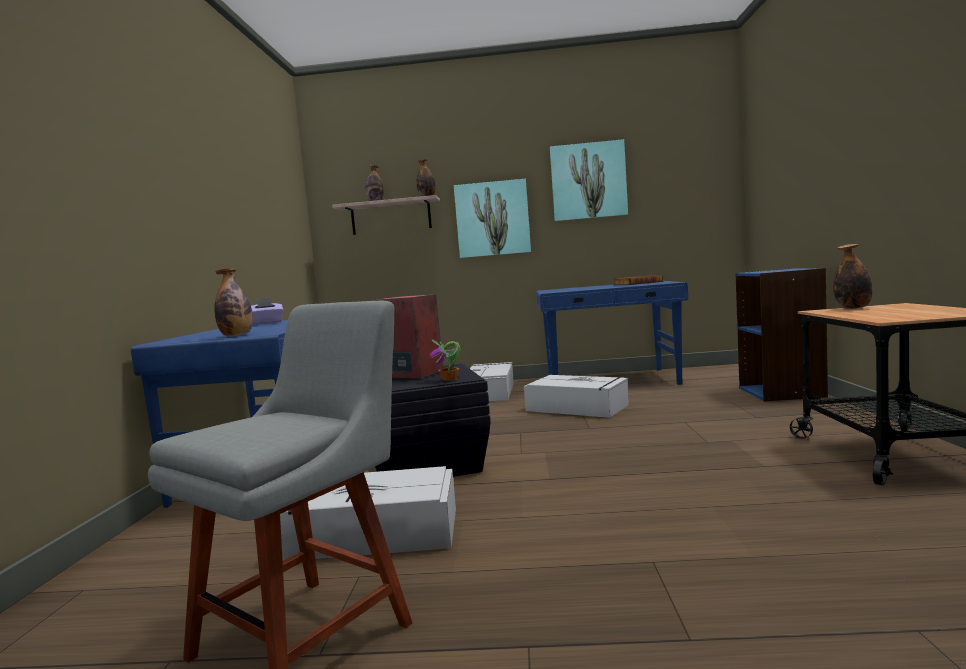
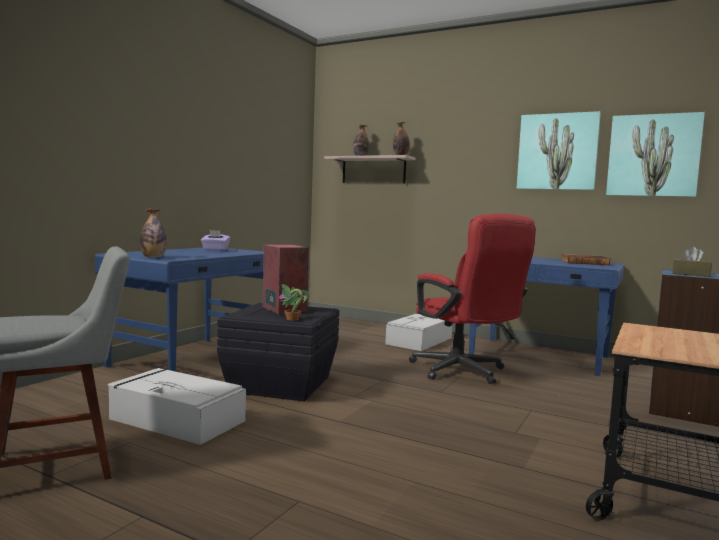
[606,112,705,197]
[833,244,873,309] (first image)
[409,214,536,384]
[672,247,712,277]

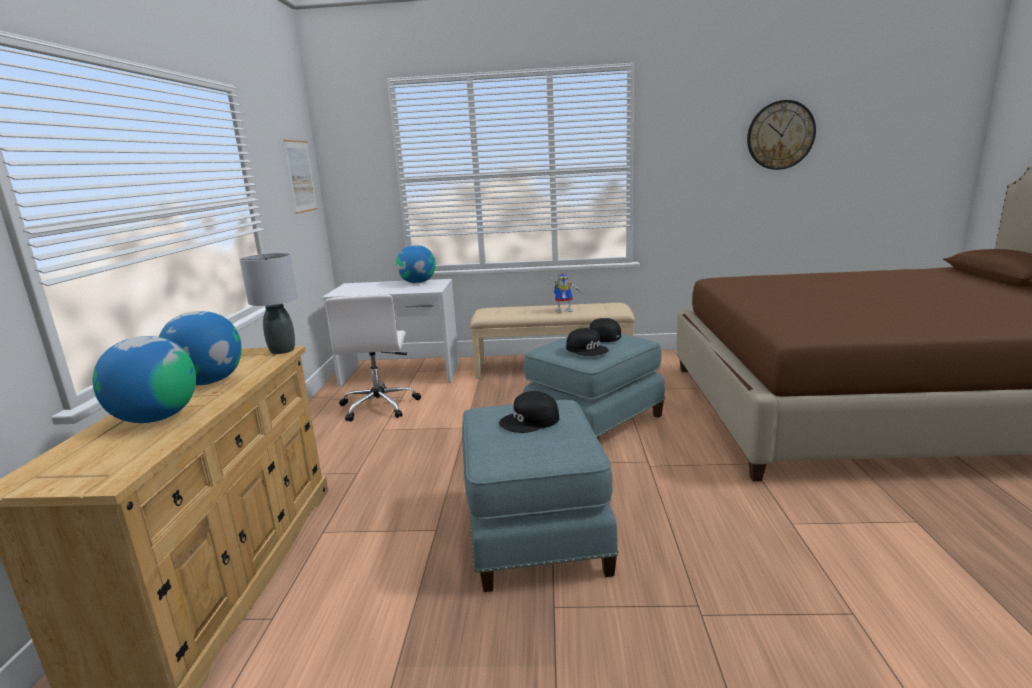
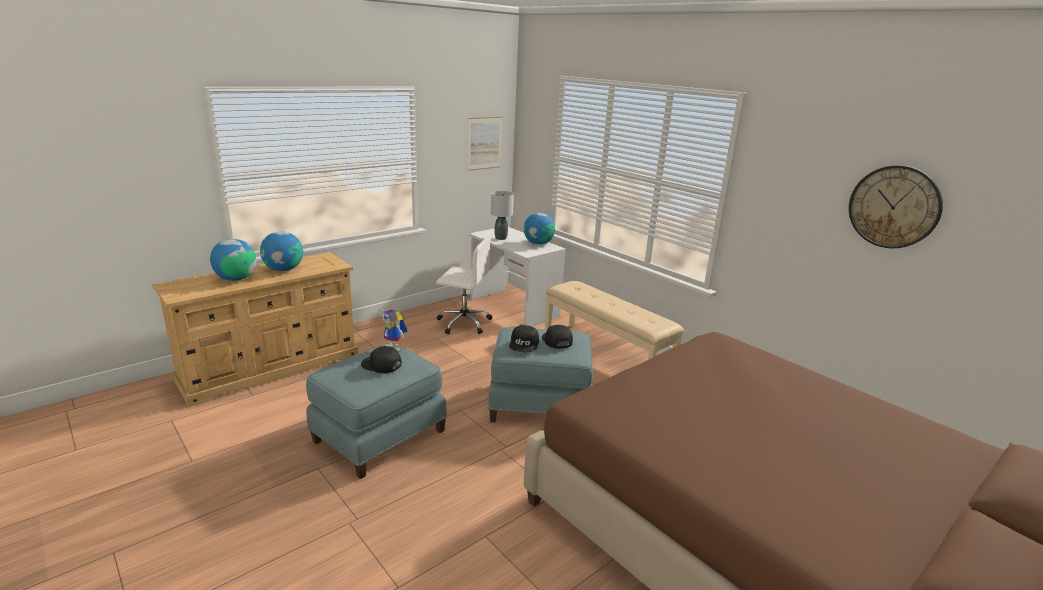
[491,191,514,240]
[379,309,407,352]
[436,236,492,334]

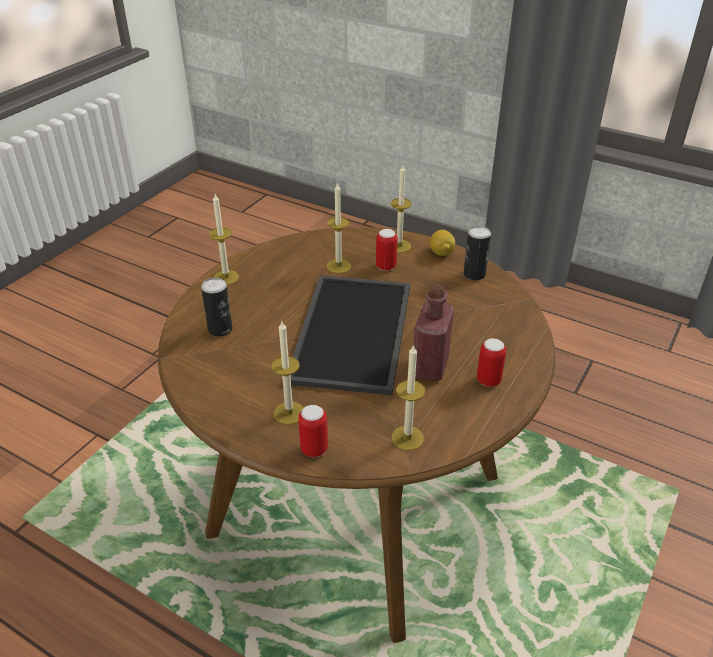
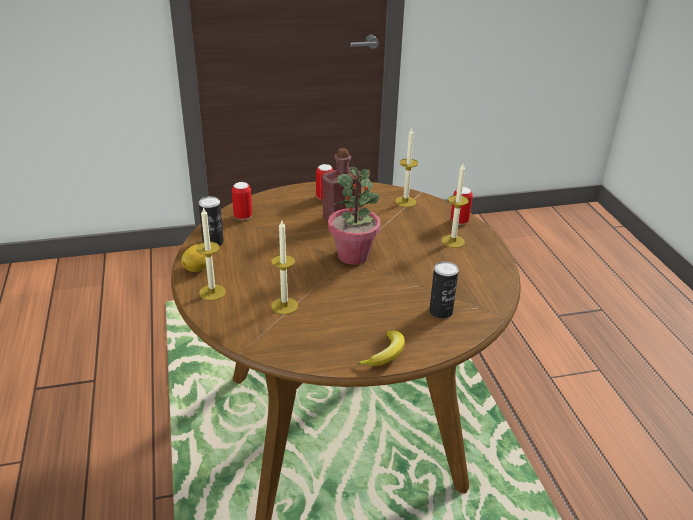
[356,331,405,366]
[232,182,252,220]
[328,166,381,265]

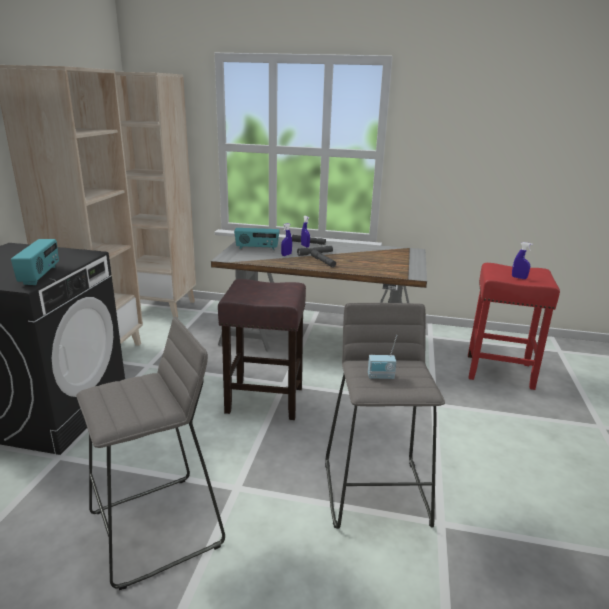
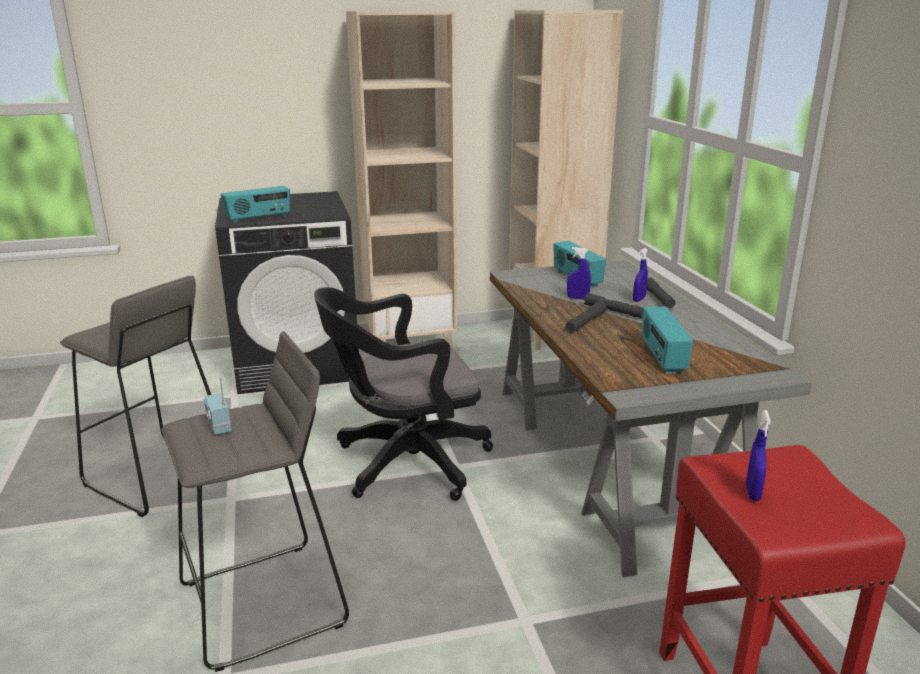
[314,287,493,501]
[642,307,693,374]

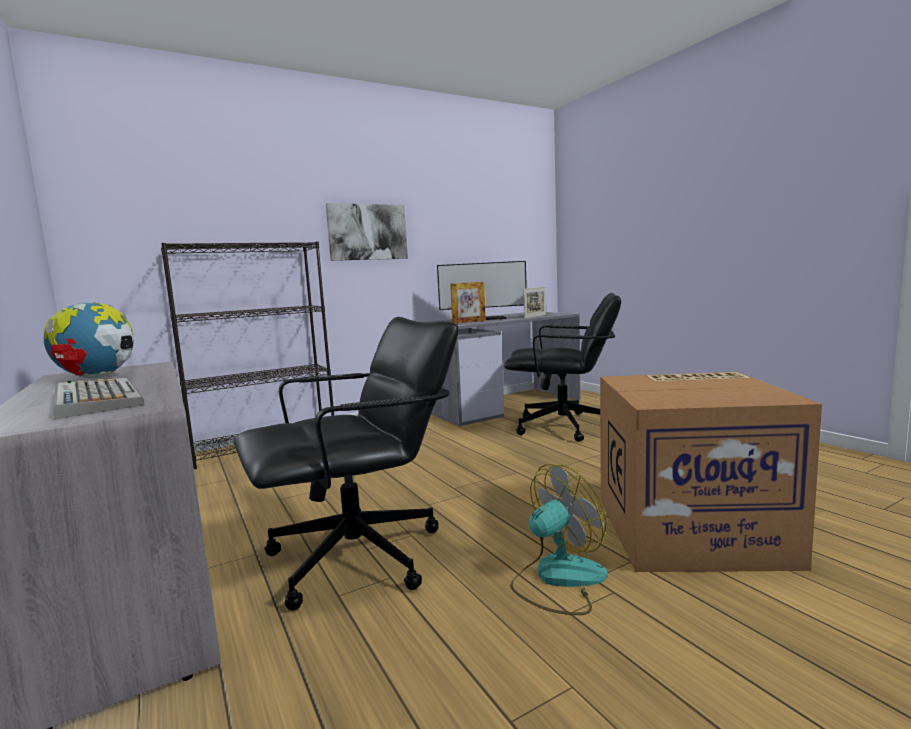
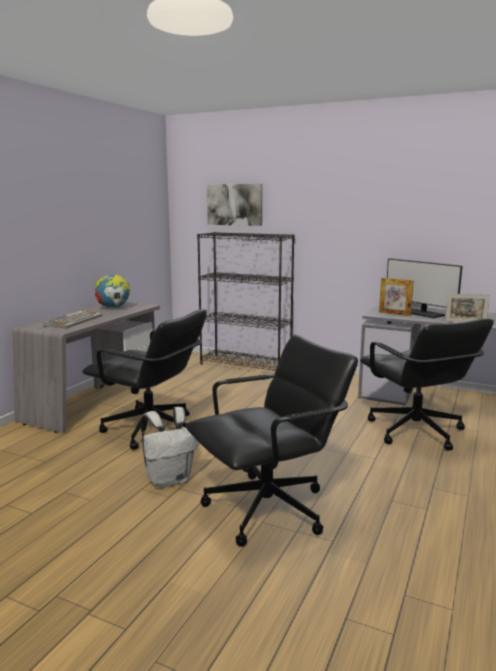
[207,184,262,226]
[186,335,358,547]
[140,407,199,488]

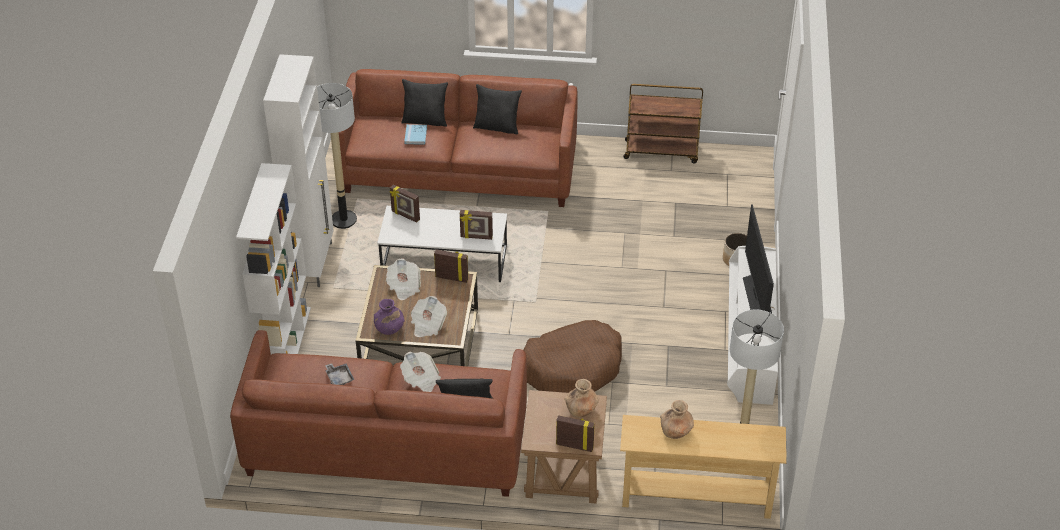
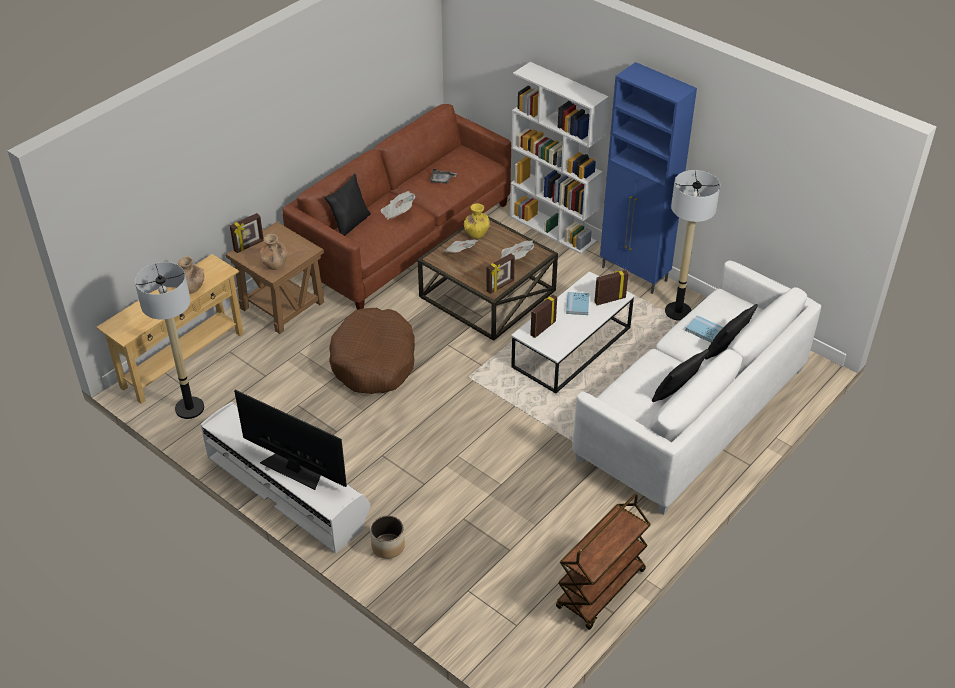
[600,62,697,294]
[572,260,821,515]
[464,203,490,239]
[566,292,589,315]

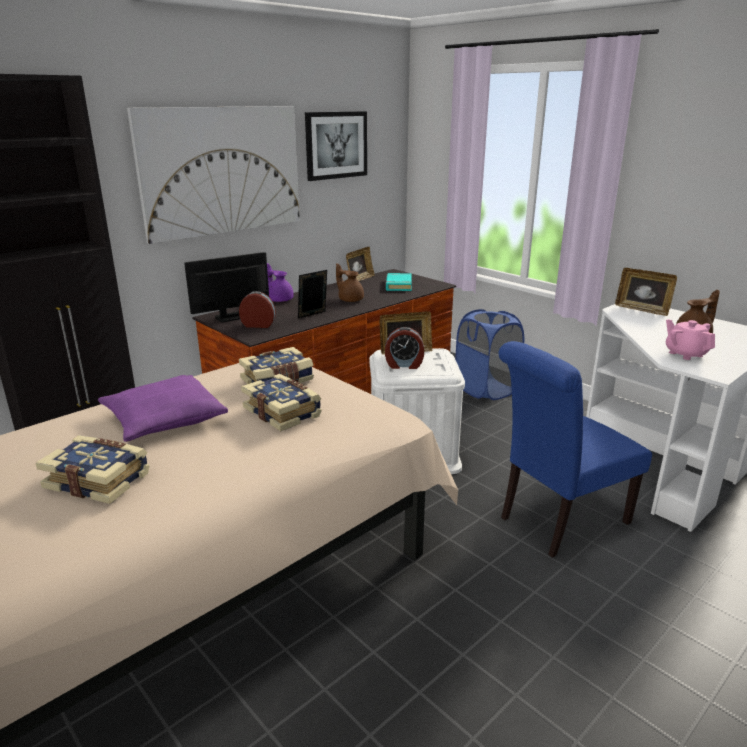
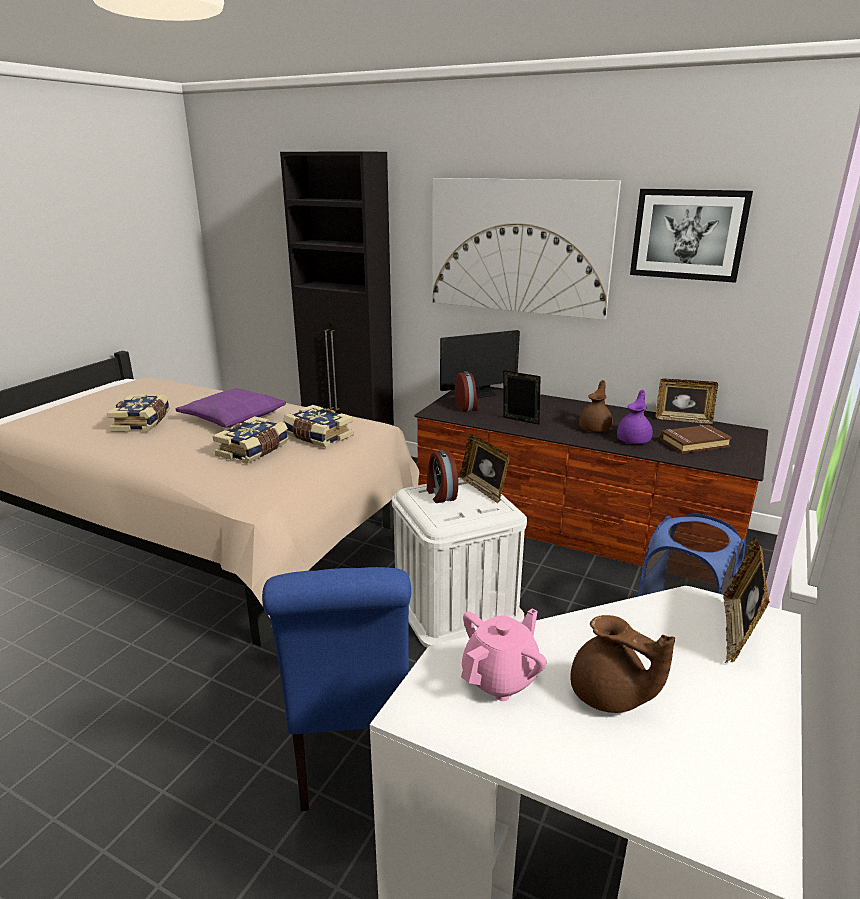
[440,330,520,398]
[617,389,653,444]
[660,425,732,454]
[262,567,411,811]

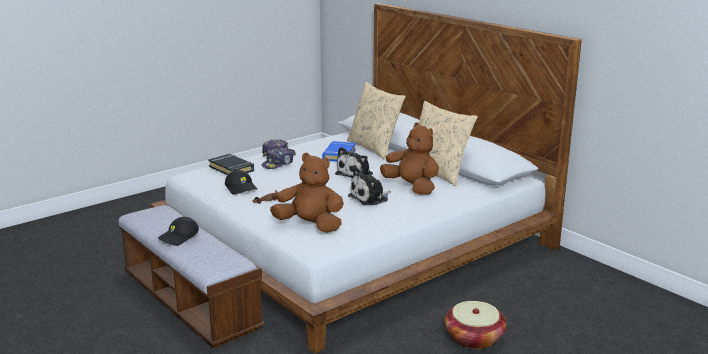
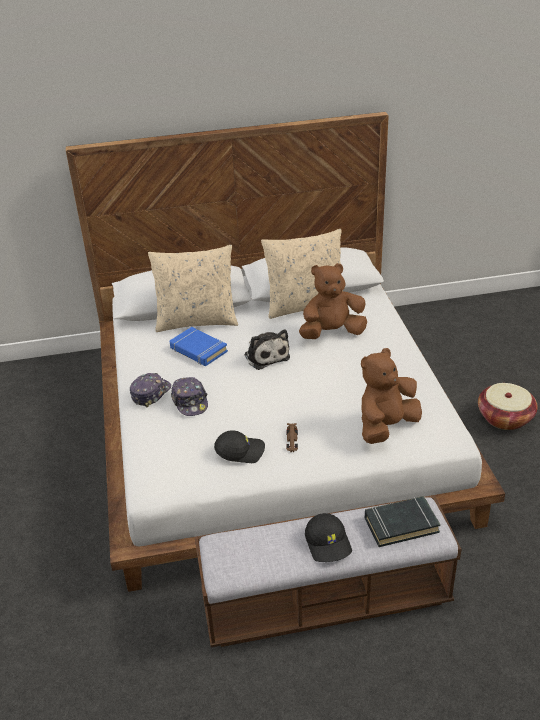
[365,496,441,547]
[348,168,391,206] (first image)

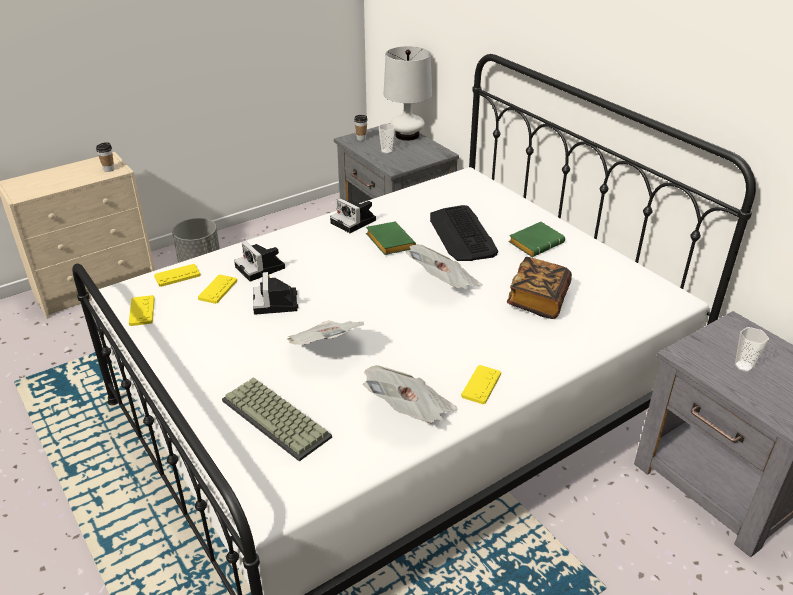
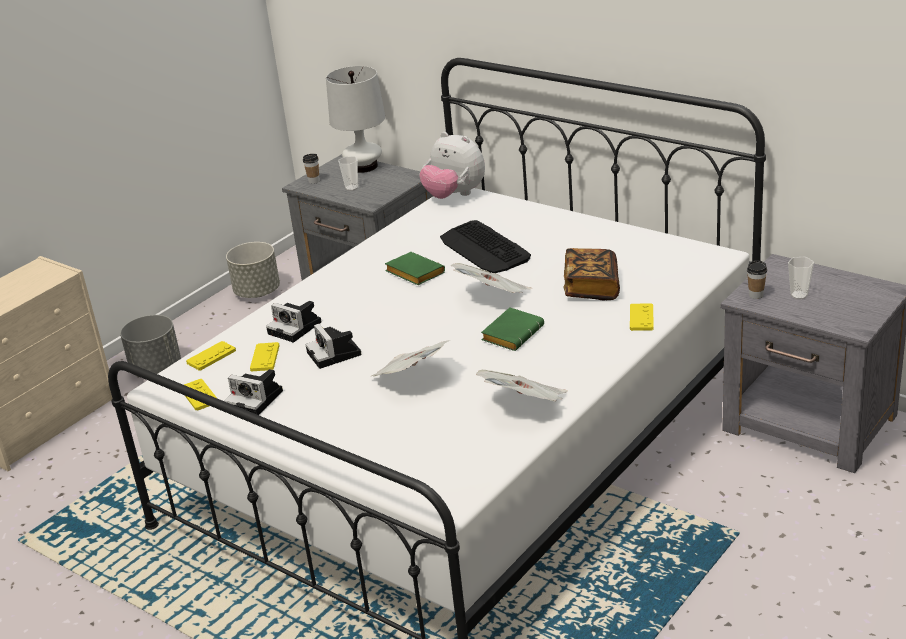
[747,260,767,299]
[224,369,283,415]
[481,307,544,351]
[630,303,654,331]
[222,377,332,461] (first image)
[420,132,485,199]
[226,242,280,298]

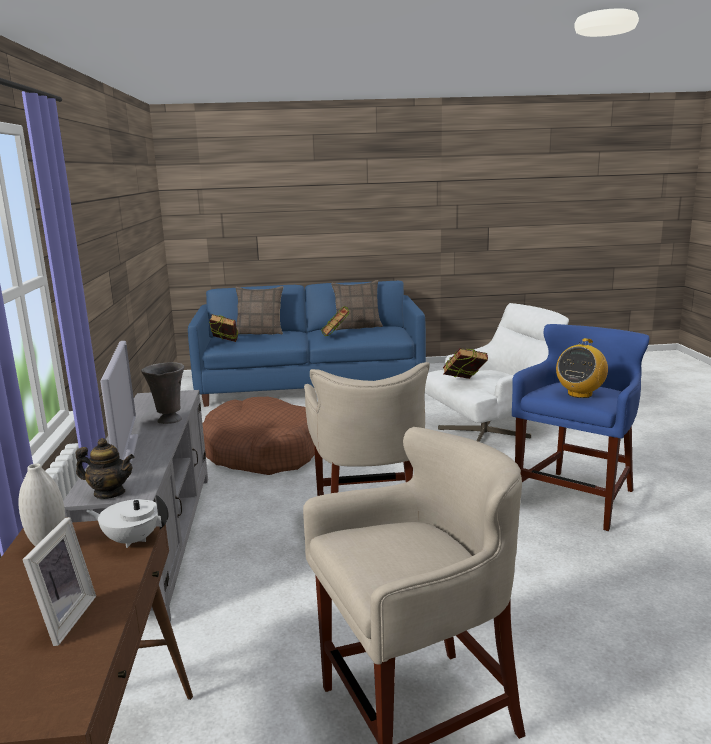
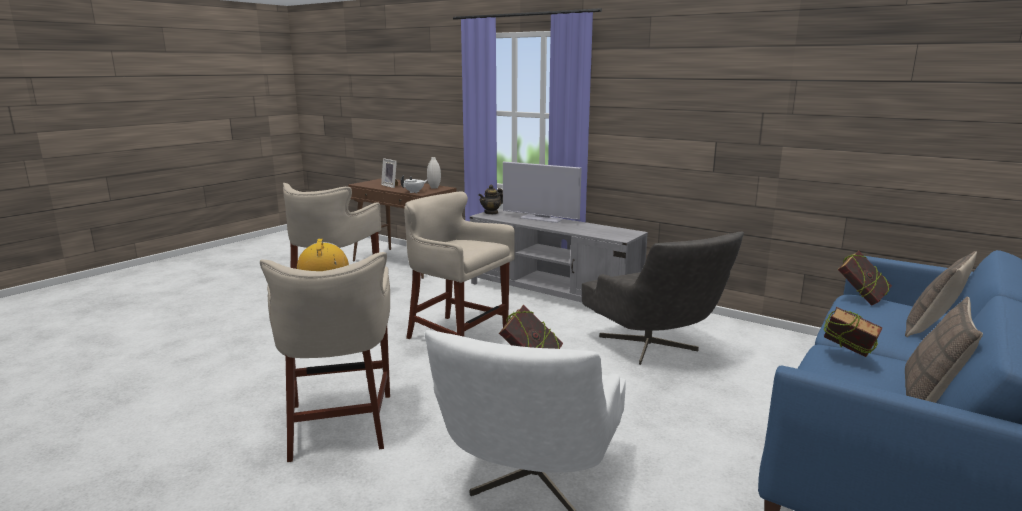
[260,252,390,462]
[141,362,184,424] (first image)
[582,231,744,365]

